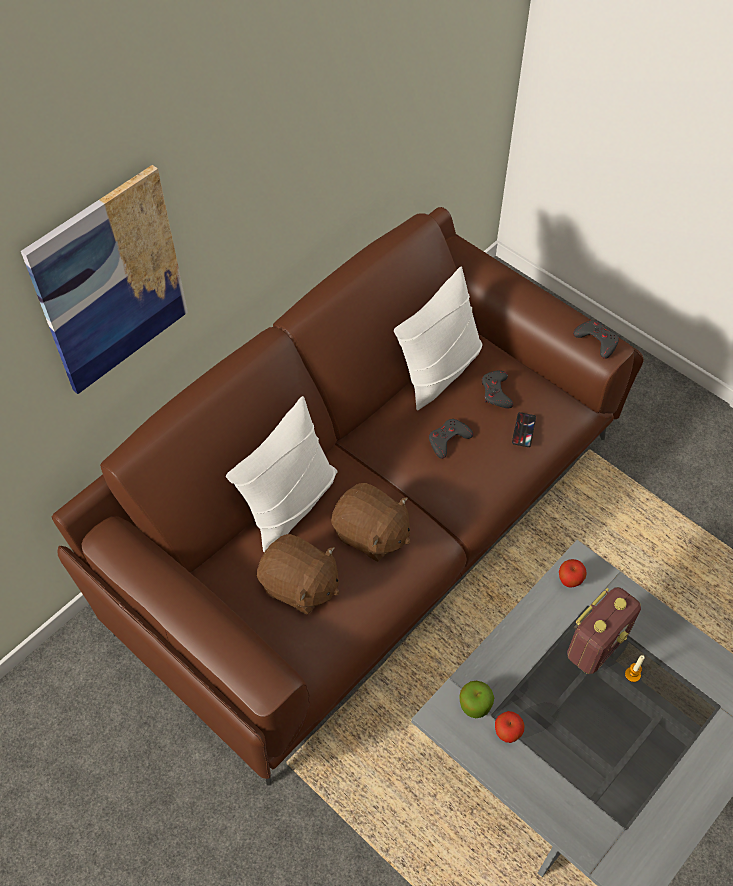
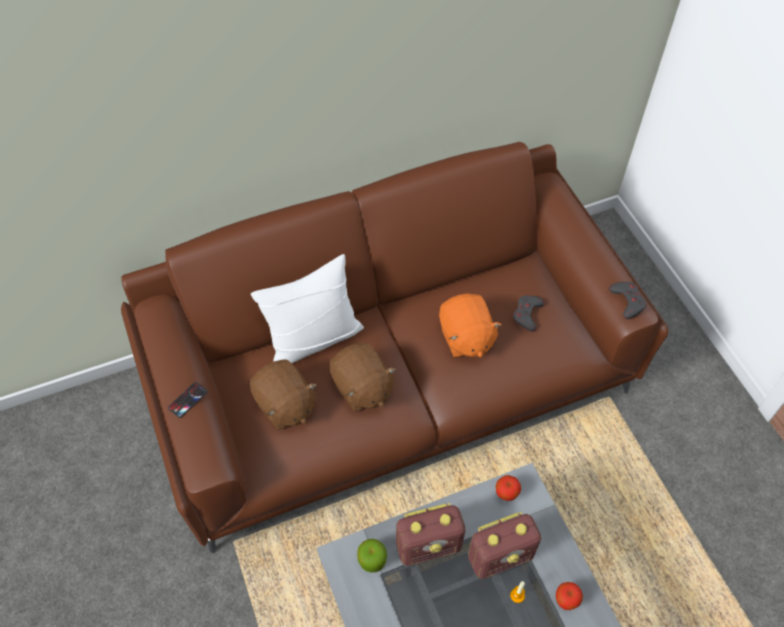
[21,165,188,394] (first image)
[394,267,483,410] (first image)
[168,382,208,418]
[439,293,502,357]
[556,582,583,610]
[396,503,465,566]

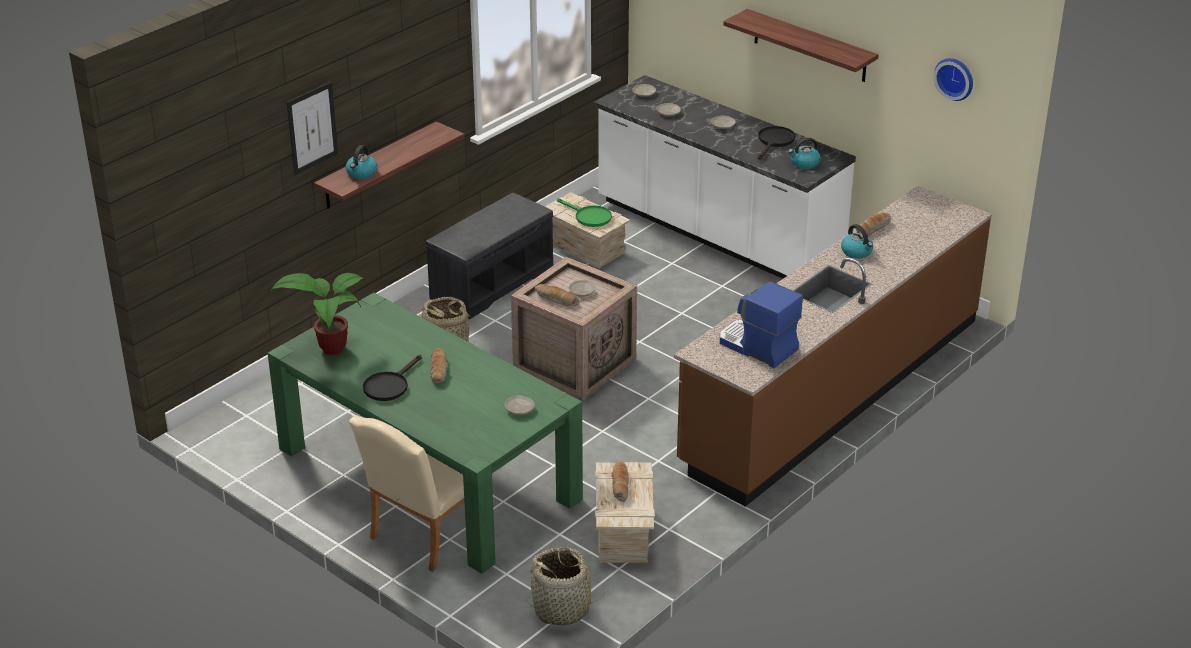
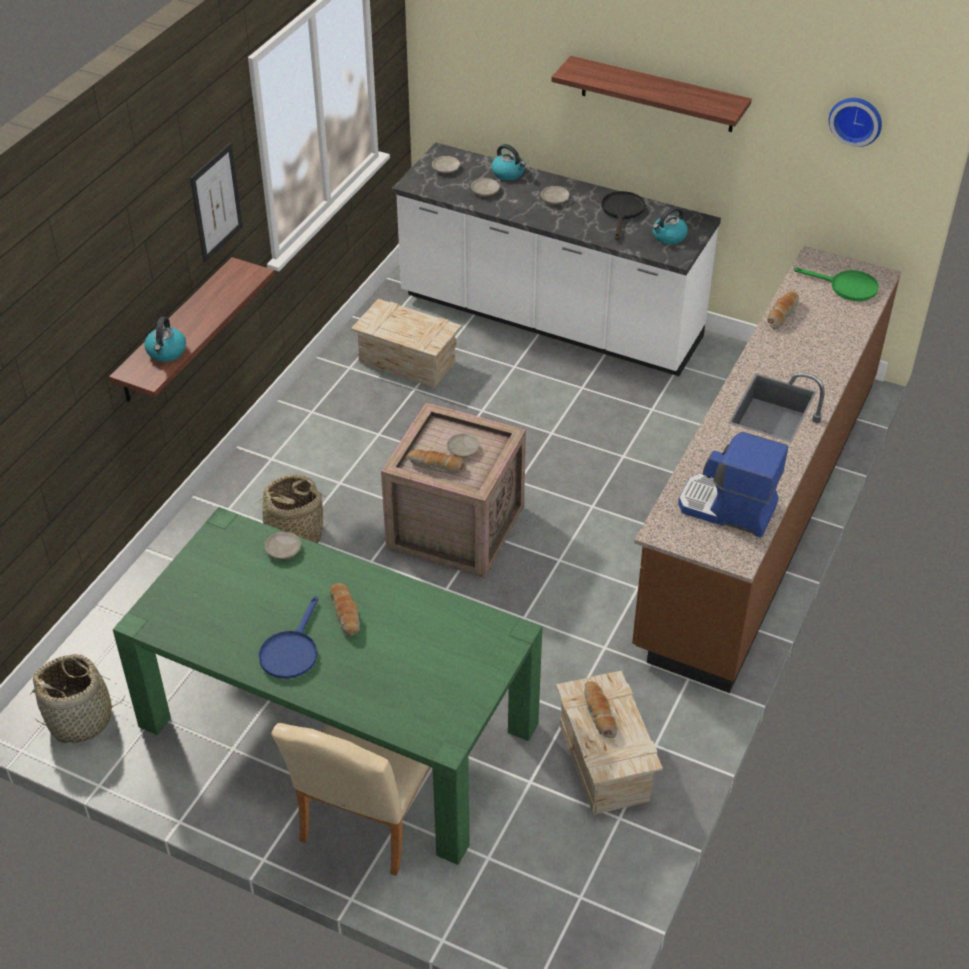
[190,143,243,263]
[426,193,553,319] (first image)
[794,267,879,301]
[492,144,526,180]
[270,273,365,356] (first image)
[259,596,318,679]
[265,532,301,559]
[29,654,125,743]

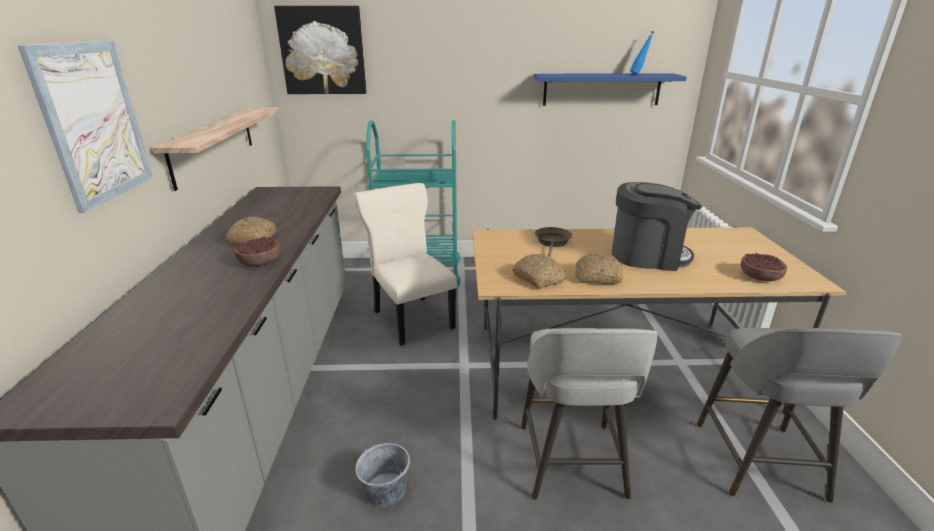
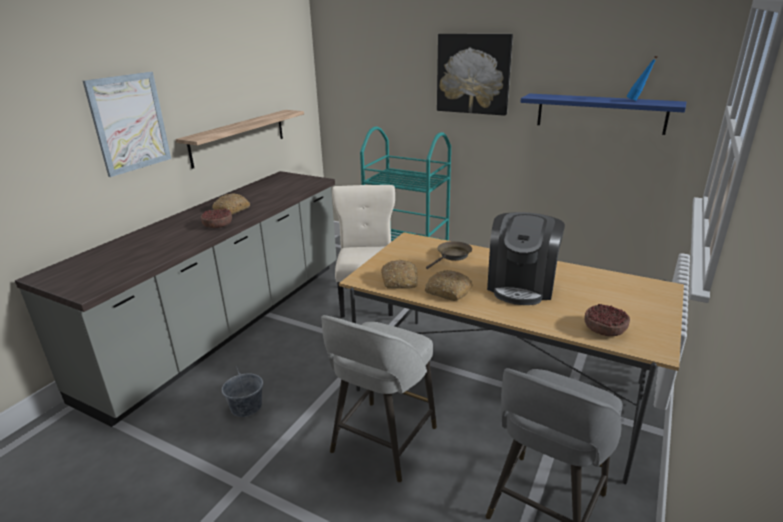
[437,34,513,116]
[487,212,565,305]

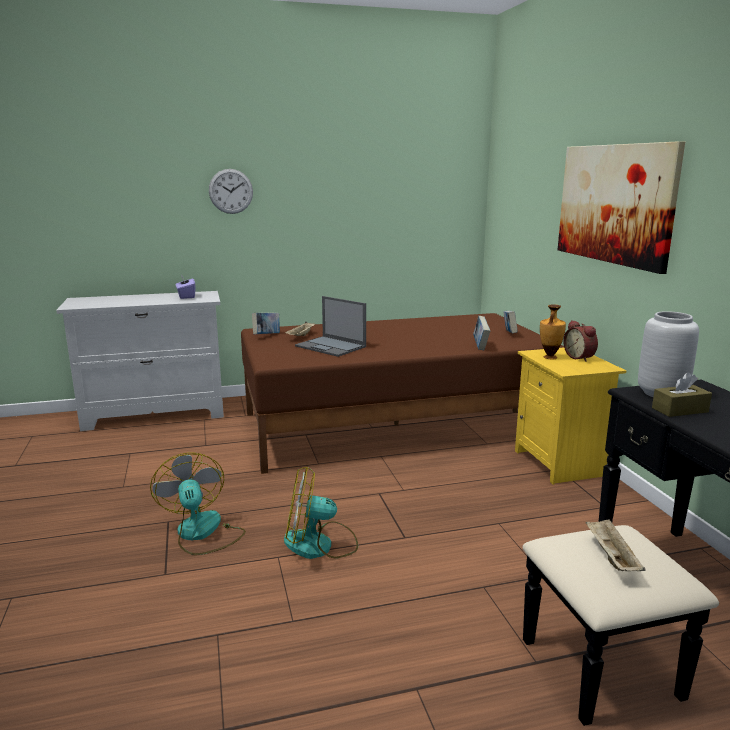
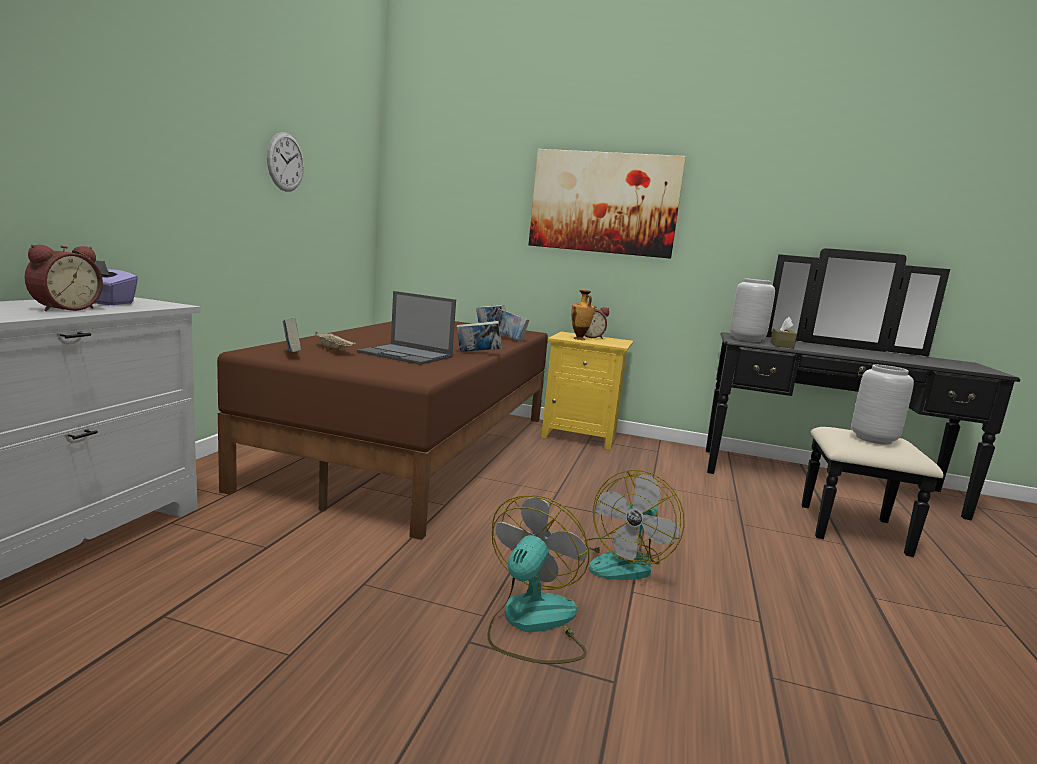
[267,132,304,192]
[357,291,456,365]
[488,495,589,664]
[851,365,914,445]
[25,245,103,311]
[457,321,502,352]

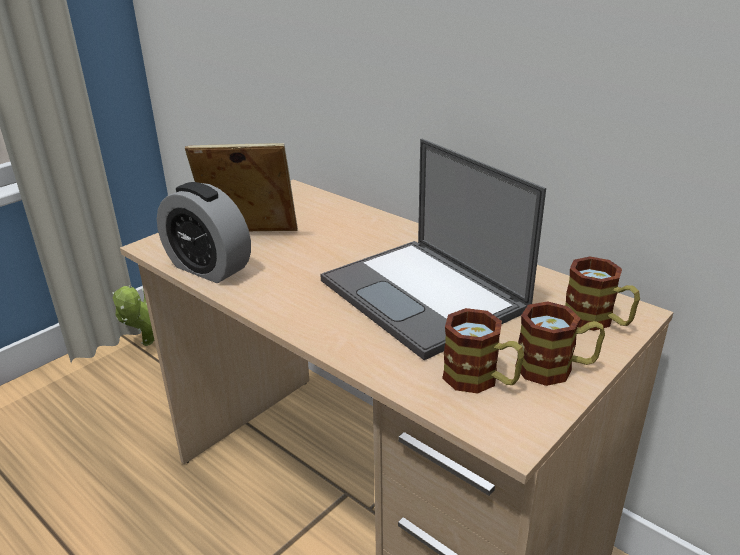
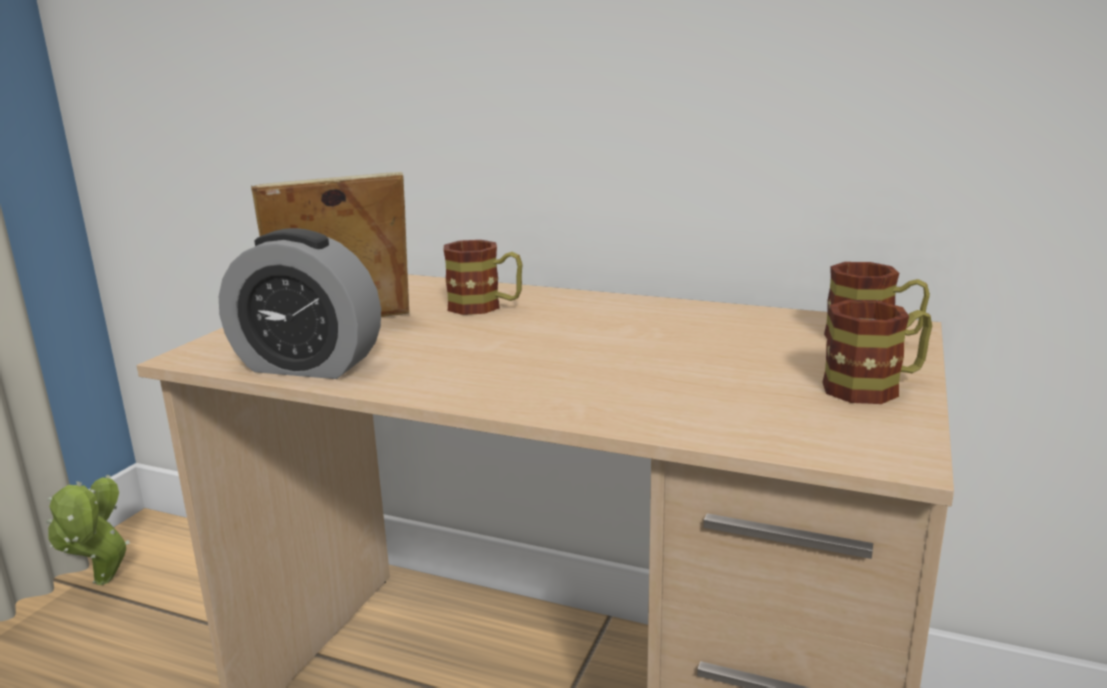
[320,139,546,360] (first image)
[443,240,523,315]

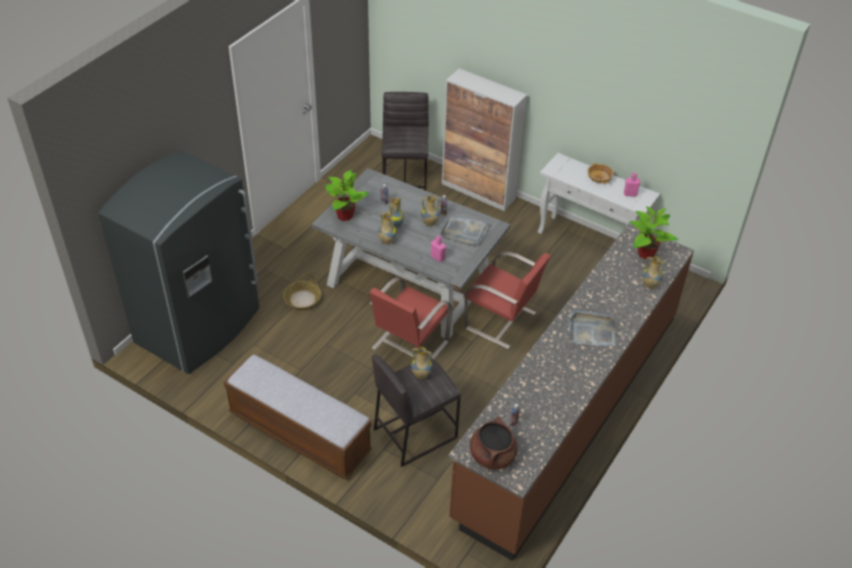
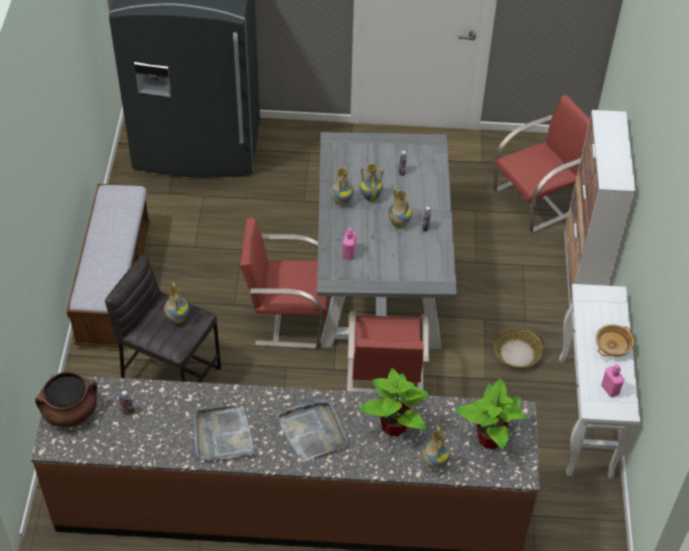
[493,95,590,233]
[358,368,430,436]
[193,406,255,460]
[494,327,545,369]

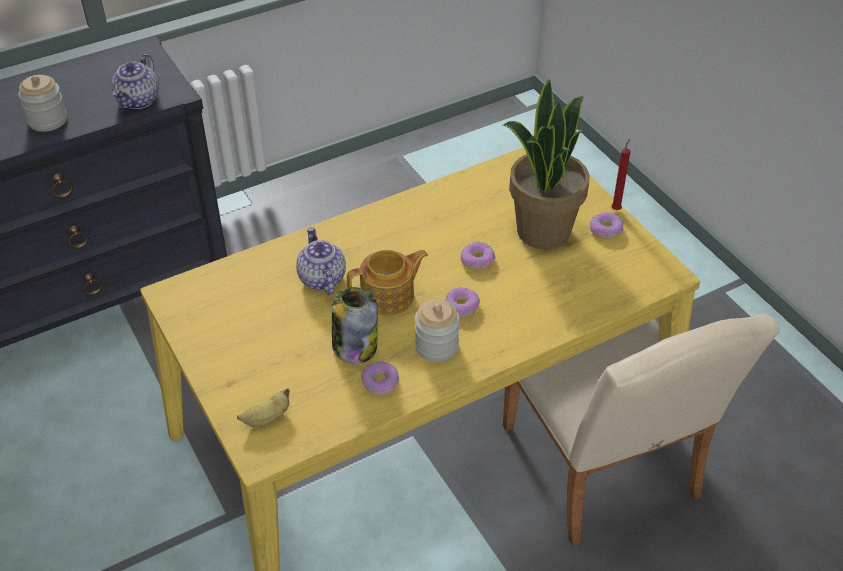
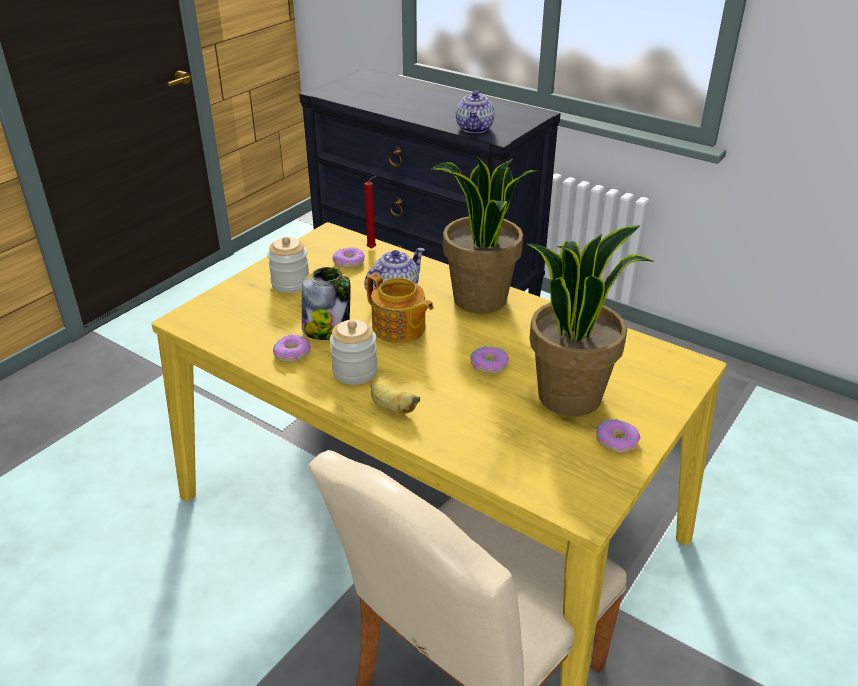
[456,90,494,133]
[267,236,309,293]
[364,176,377,249]
[333,247,365,268]
[370,382,420,414]
[432,156,536,314]

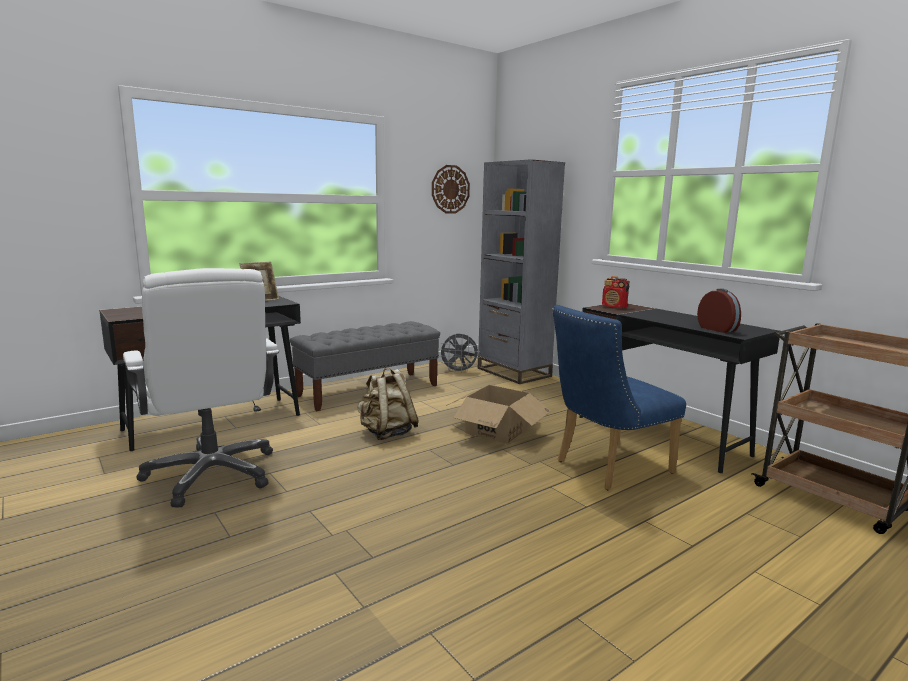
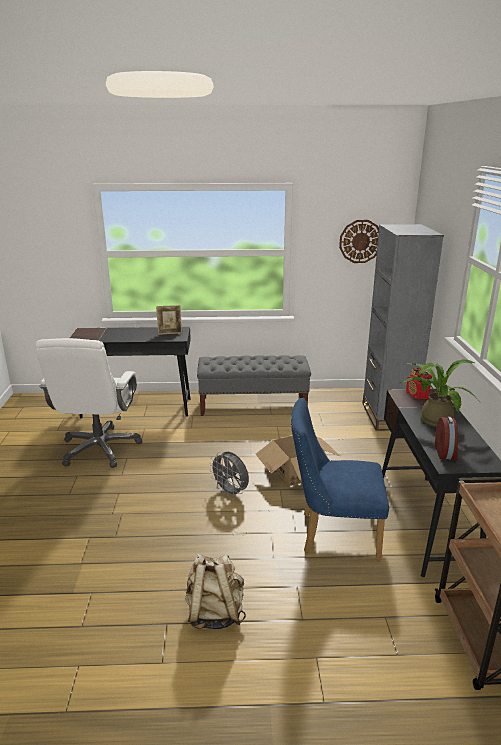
[209,451,249,498]
[185,554,246,629]
[400,359,481,427]

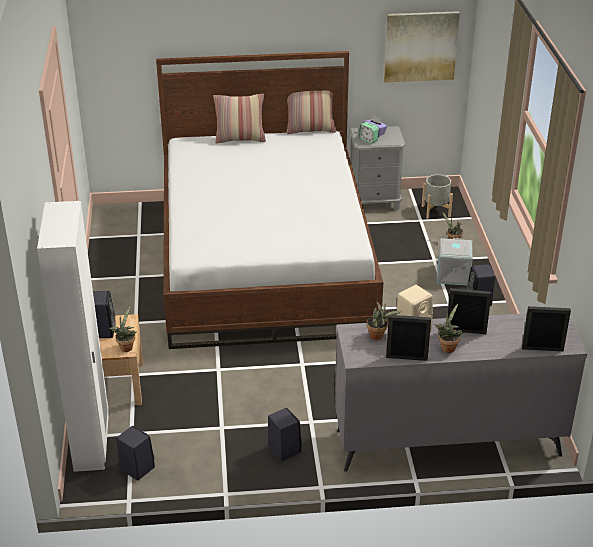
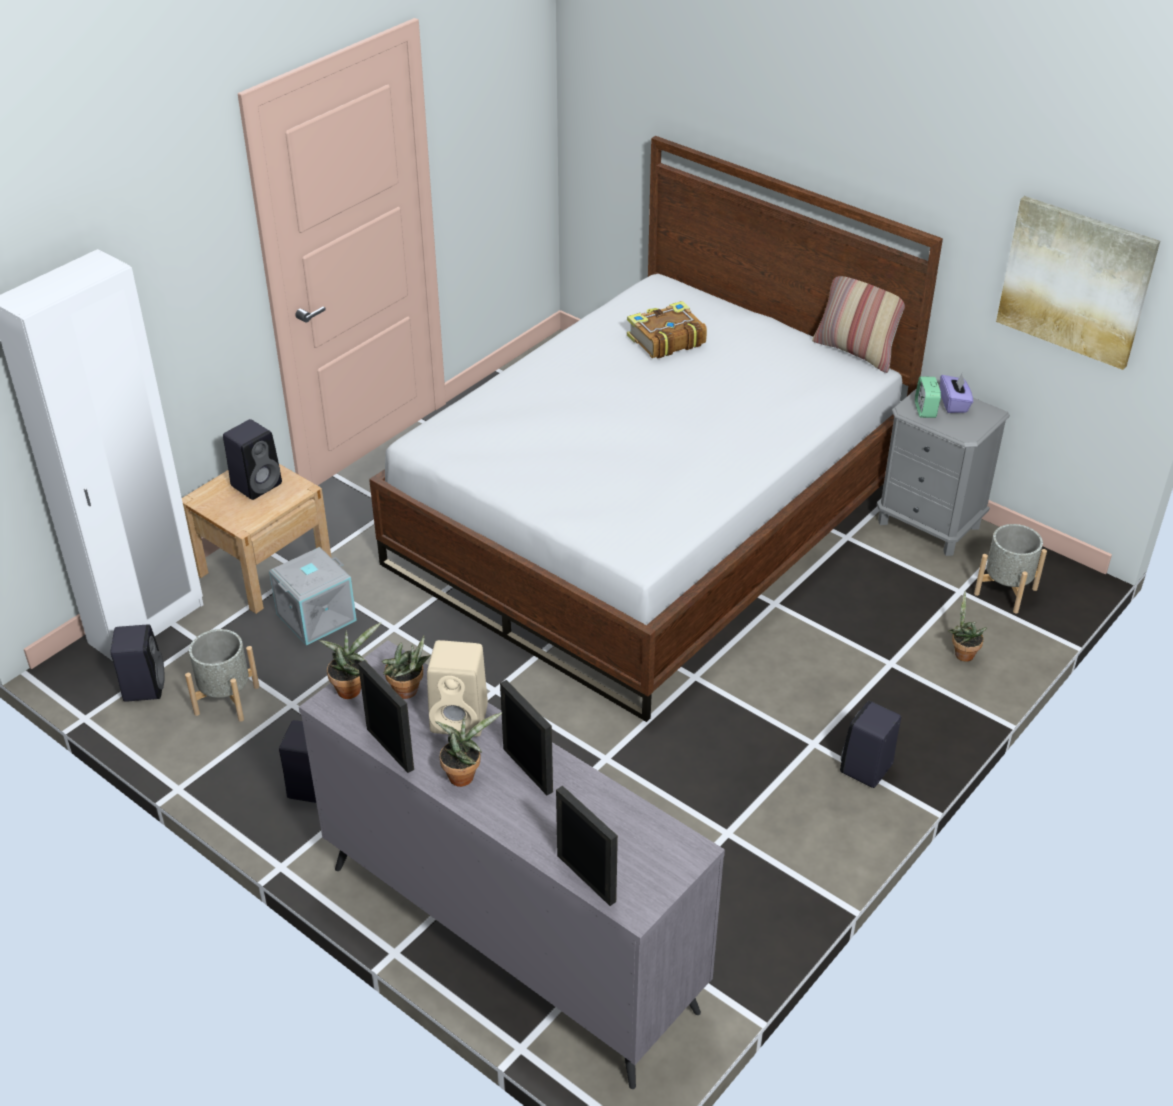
[214,93,266,143] (first image)
[269,547,357,646]
[319,622,381,699]
[627,301,707,358]
[185,629,260,722]

